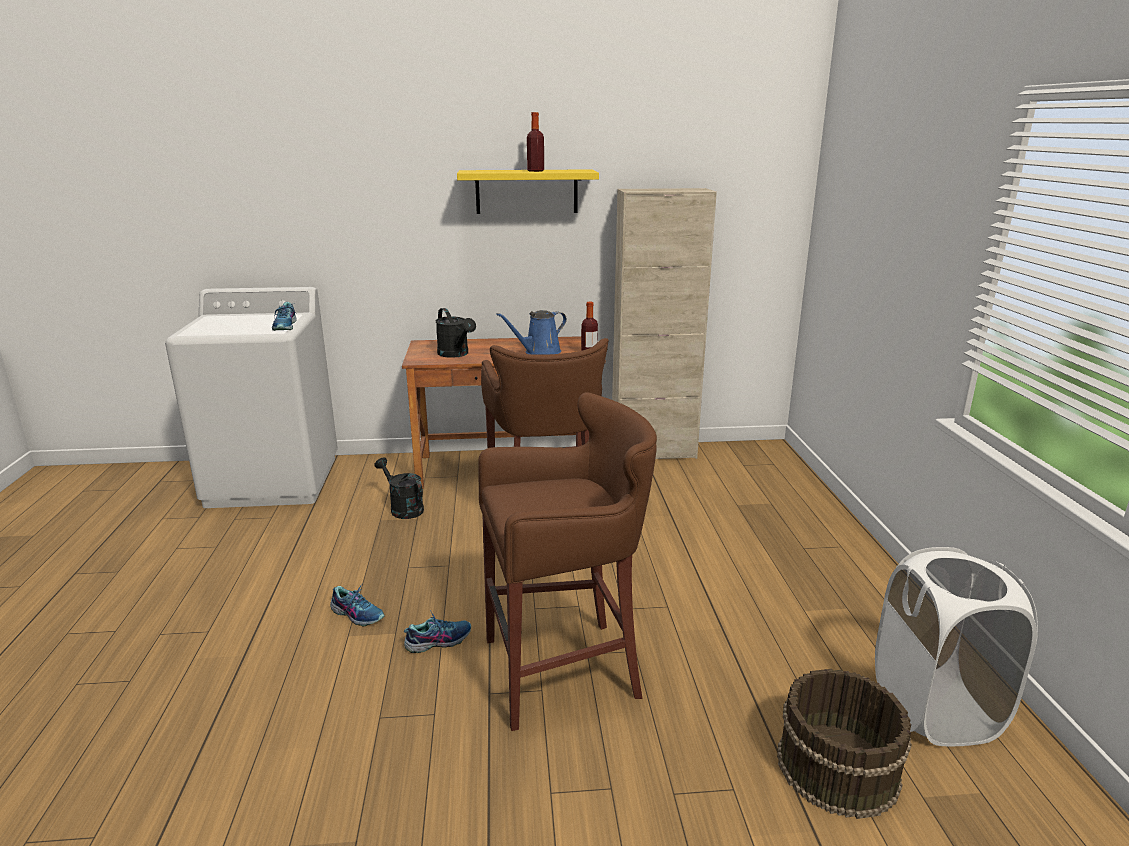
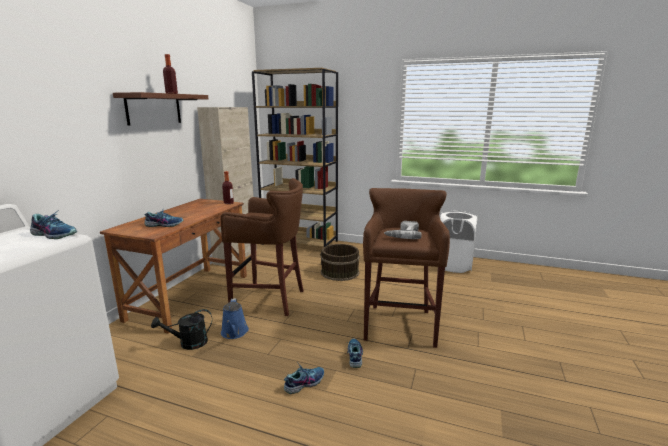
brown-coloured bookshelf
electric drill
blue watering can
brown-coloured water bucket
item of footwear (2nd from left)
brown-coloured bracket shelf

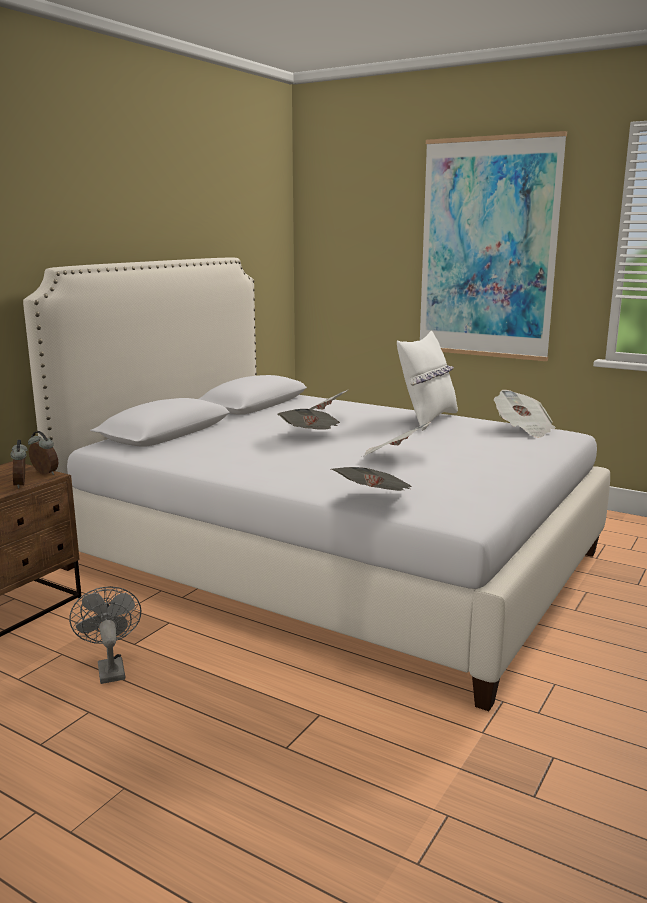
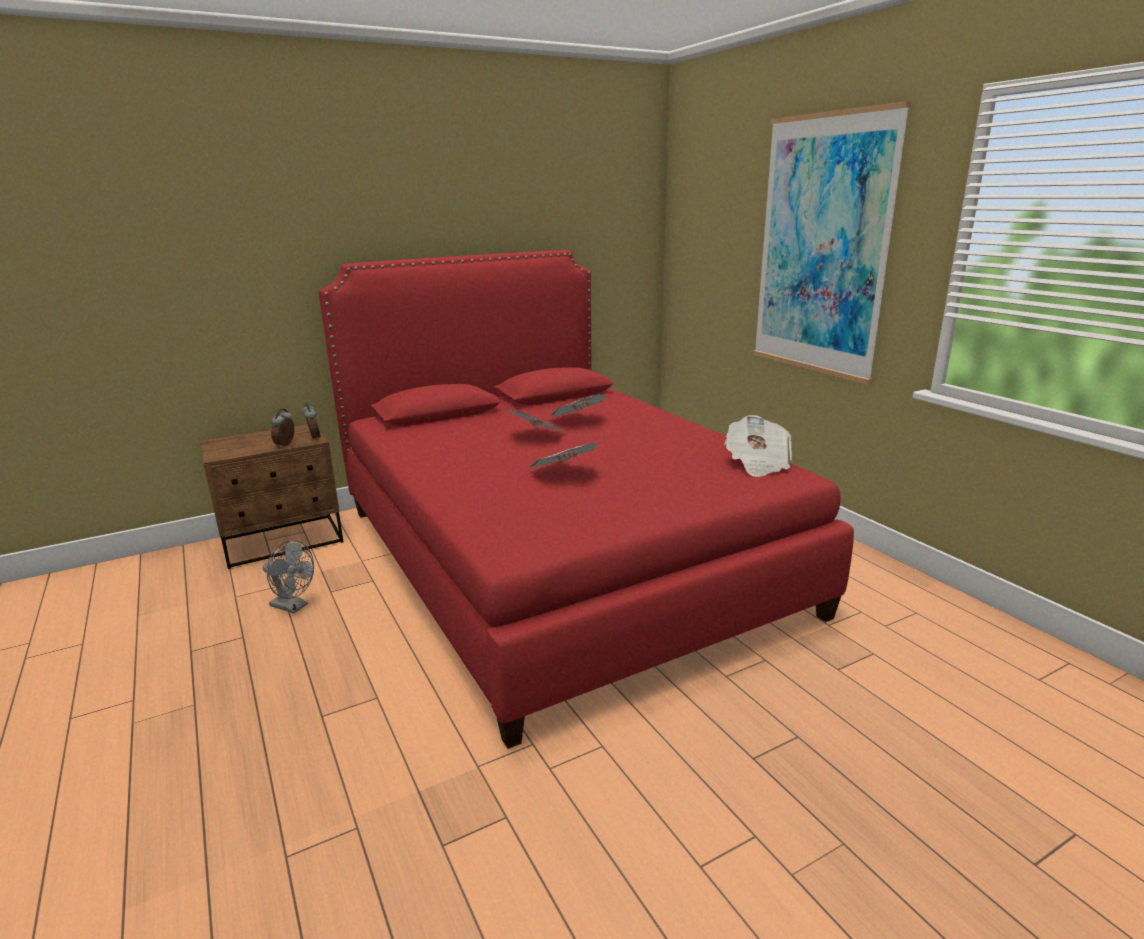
printed paper (3rd from left in the first image)
white-coloured cushion
red-coloured sleeping bed
gray electric fan

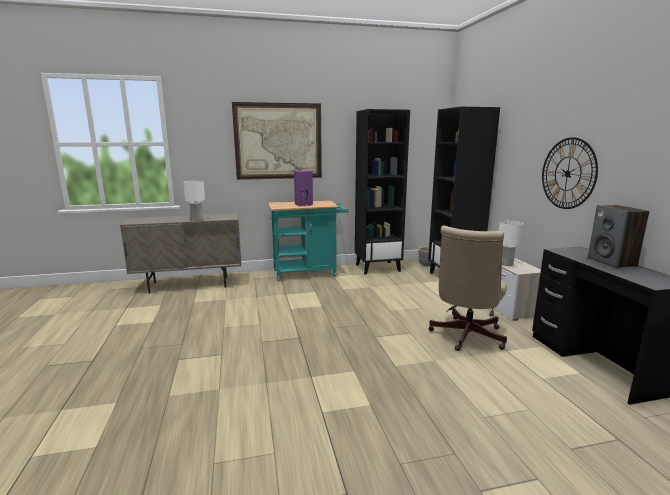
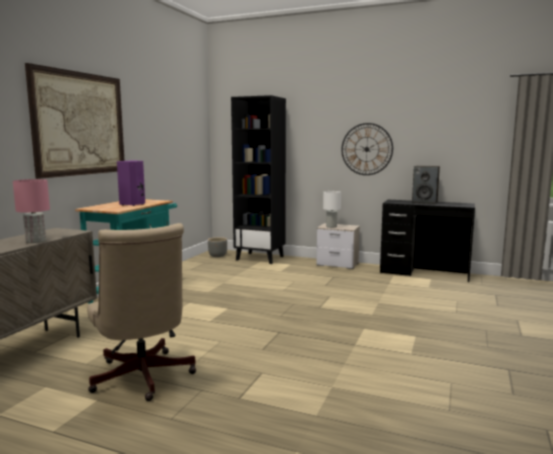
black bookshelf (1st from left in the first image)
sand-coloured office chair
pink table lamp

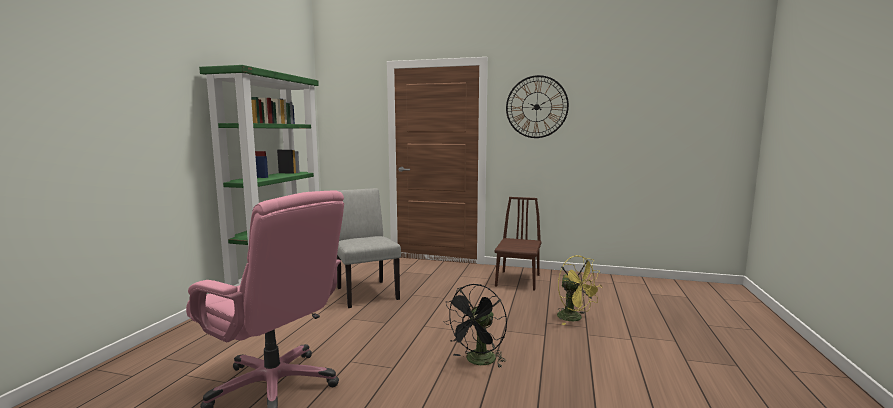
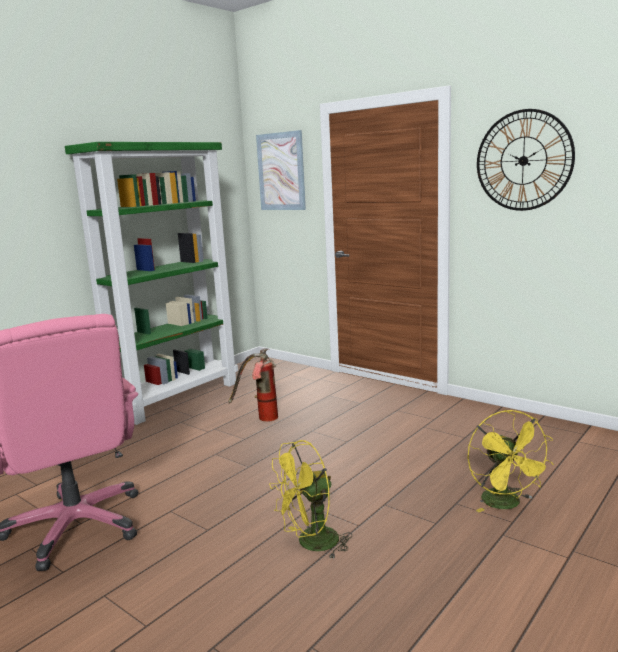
brown-coloured plain chair
wall art
fire extinguisher
yellowish electric fan (1st from left)

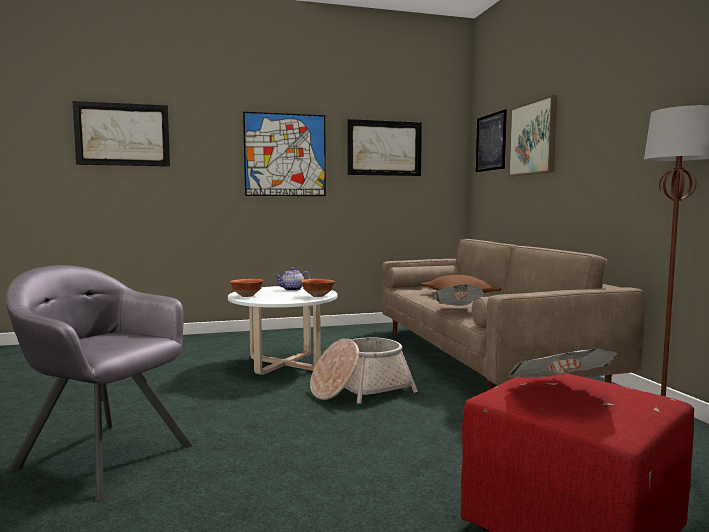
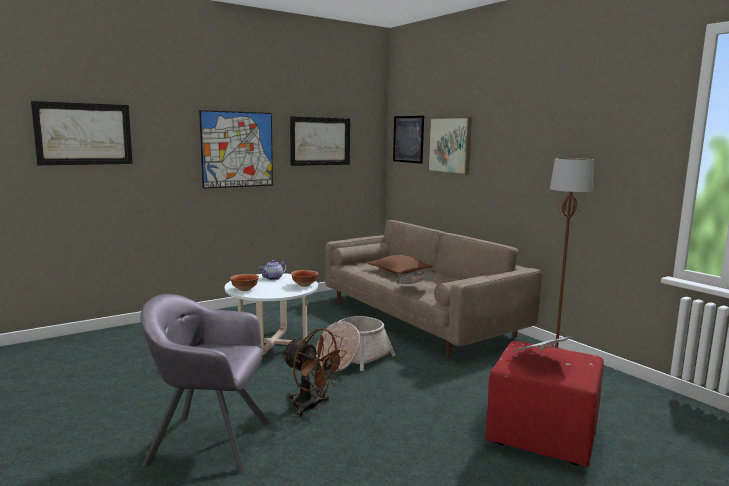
brown-coloured electric fan

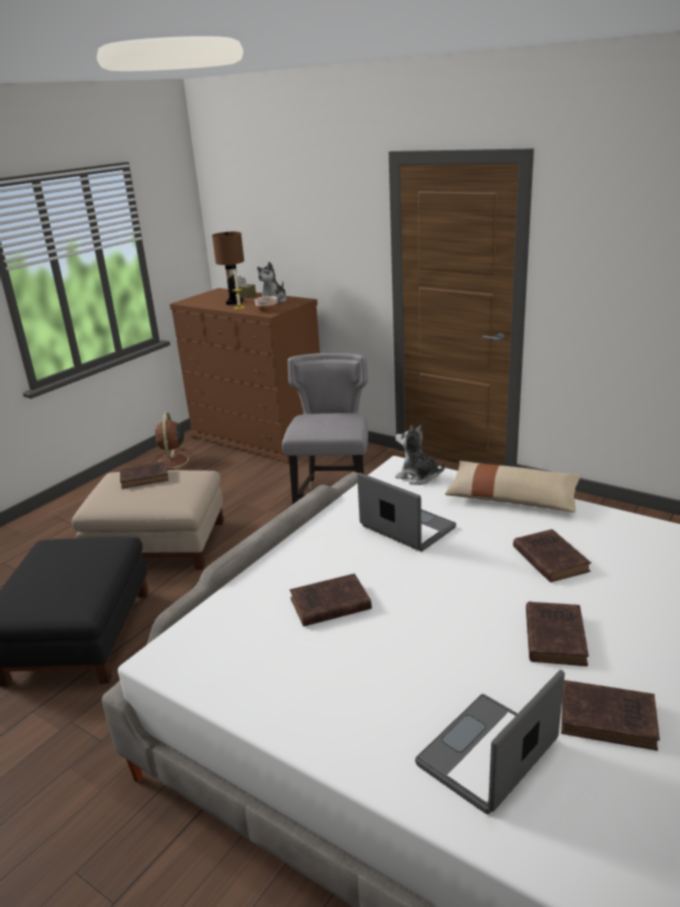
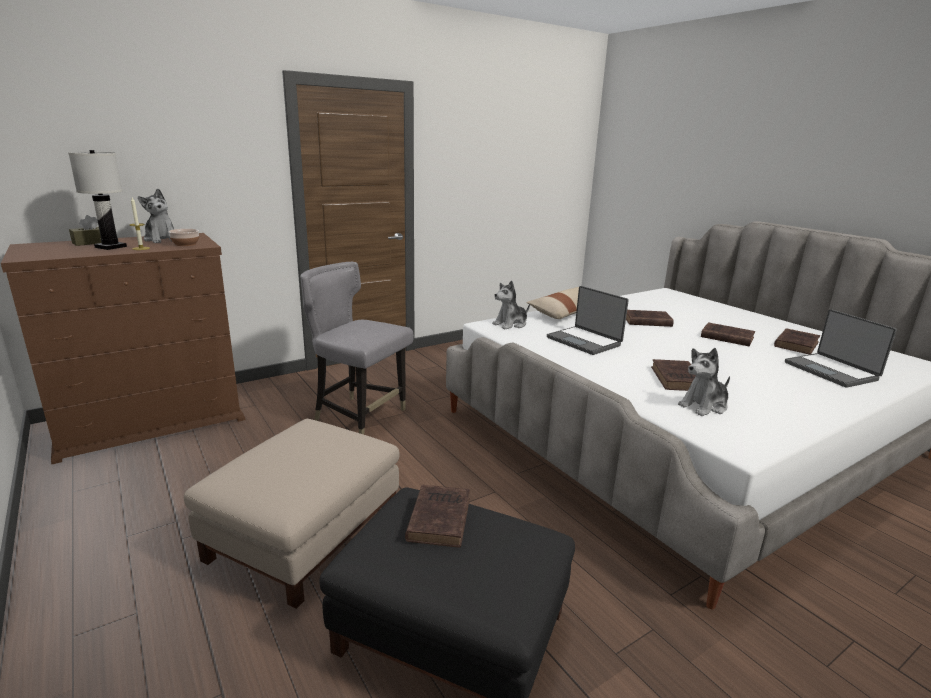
brown-coloured electric fan
cuddly toy (3rd from left)
brown-coloured book (1st from left)
white-coloured table lamp
notebook computer (1st from left)

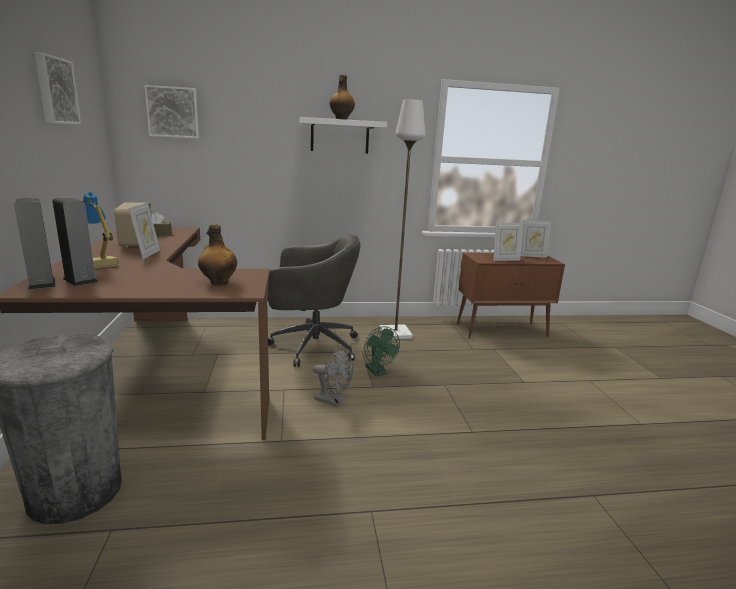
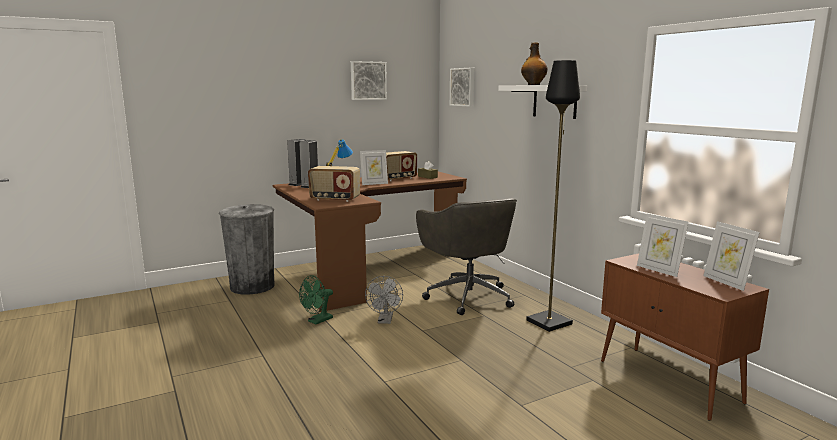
green electric fan
radio (1st from left)
black standard lamp

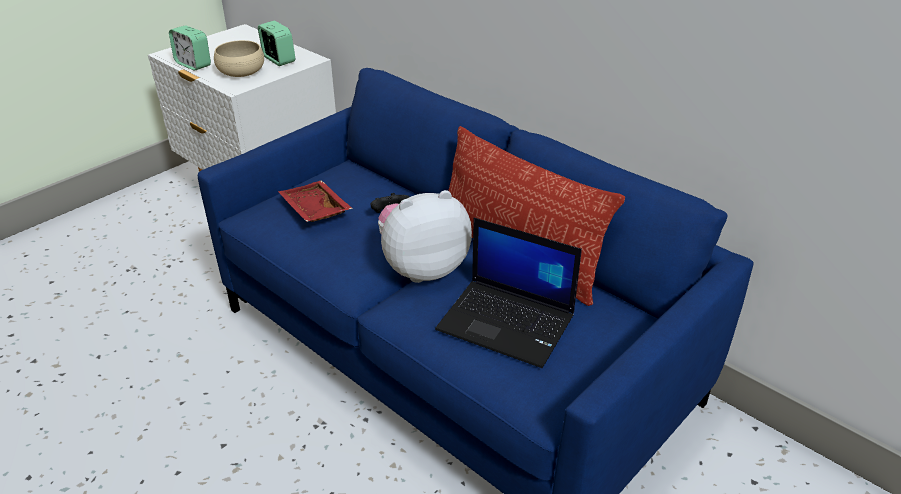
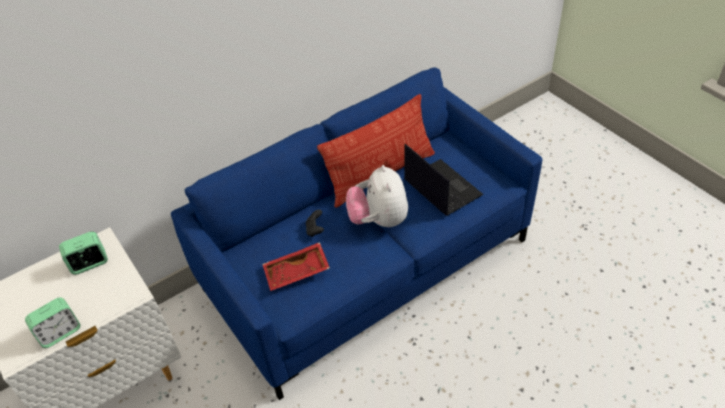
sand-coloured serving bowl
notebook computer

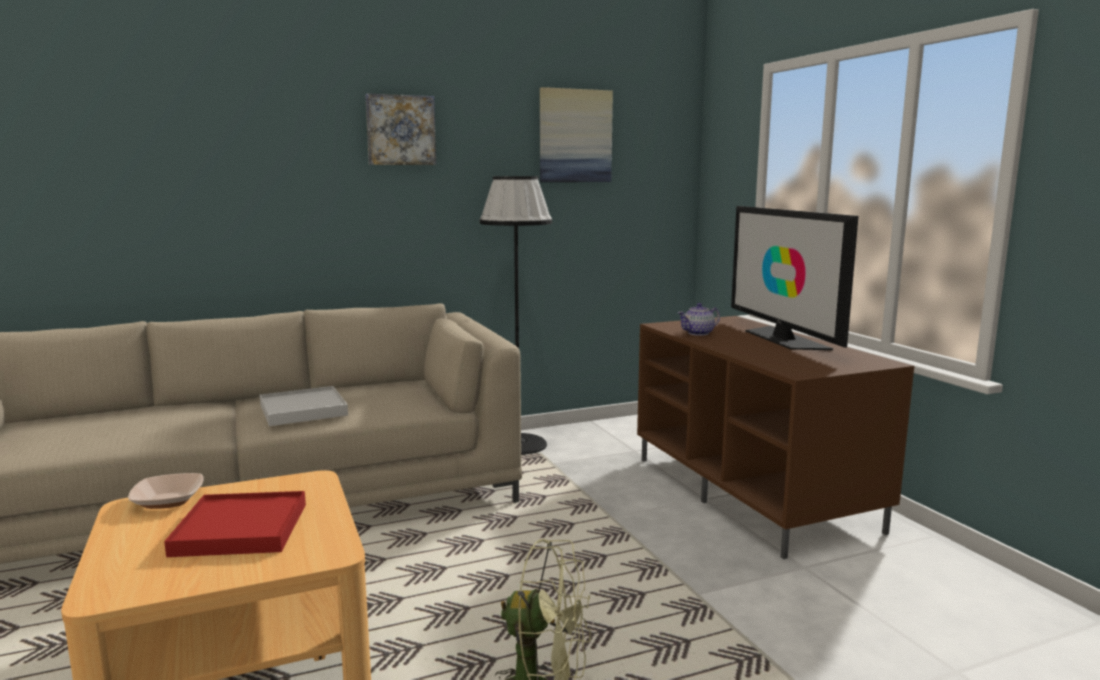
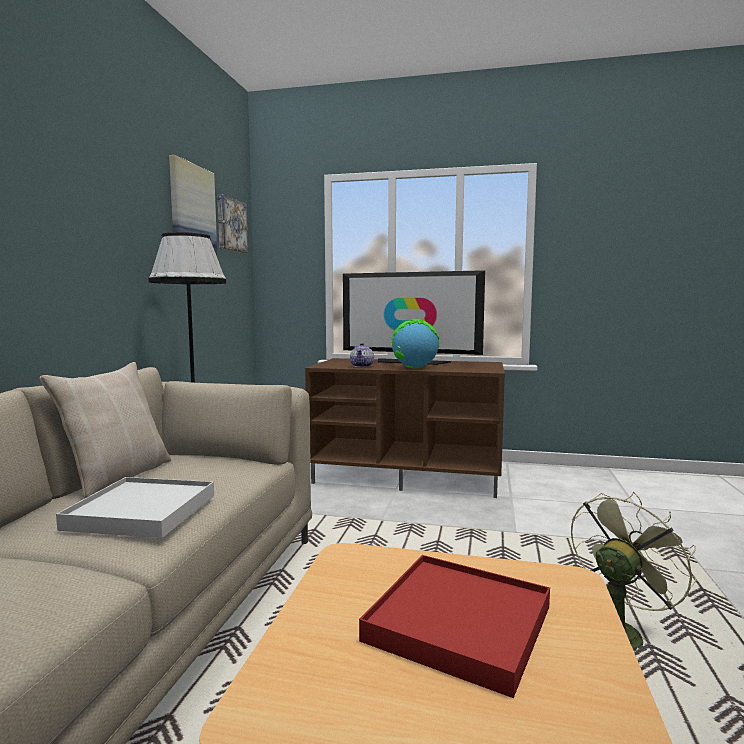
serving bowl
sand-coloured cushion
globe
wall art (2nd from left)

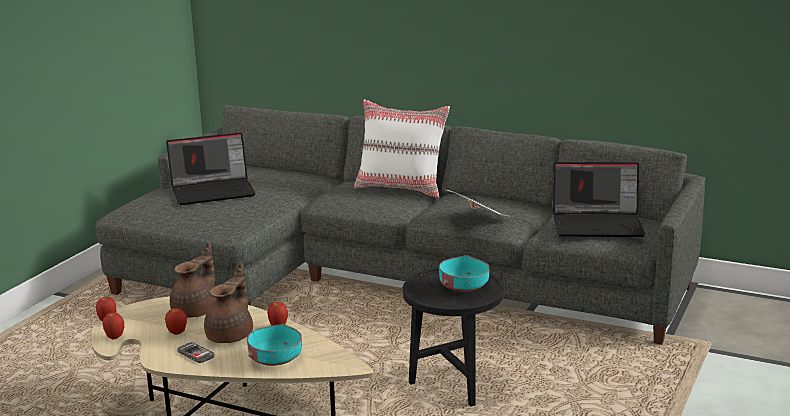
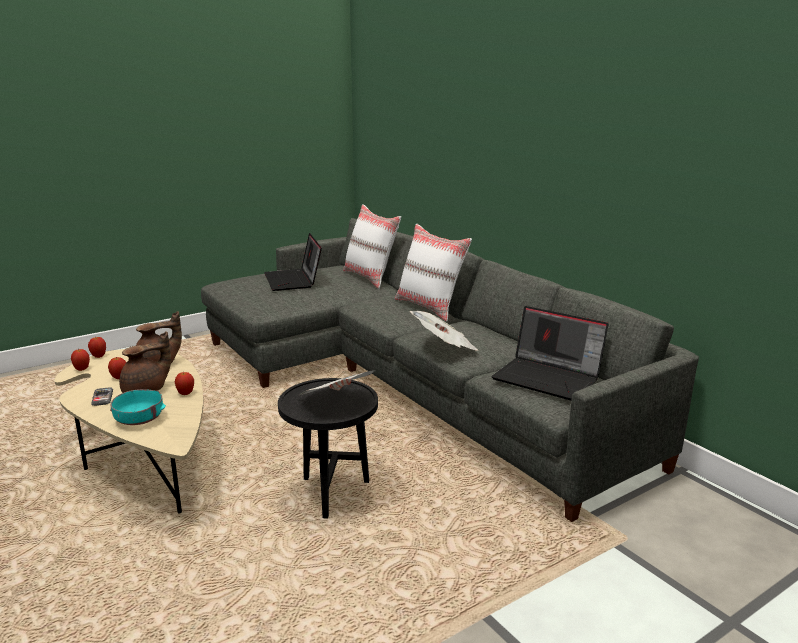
white-coloured cushion (1st from left)
printed paper (1st from left)
notebook computer (1st from left)

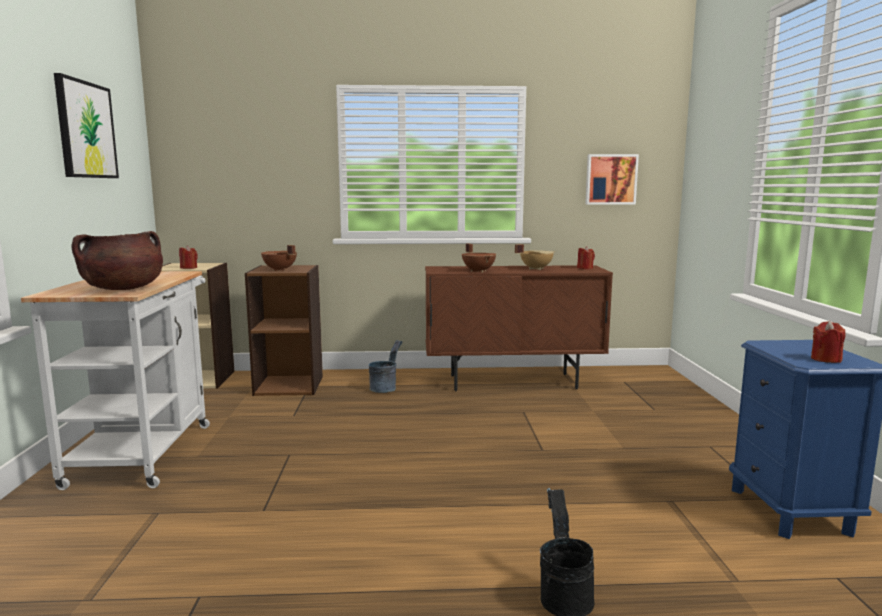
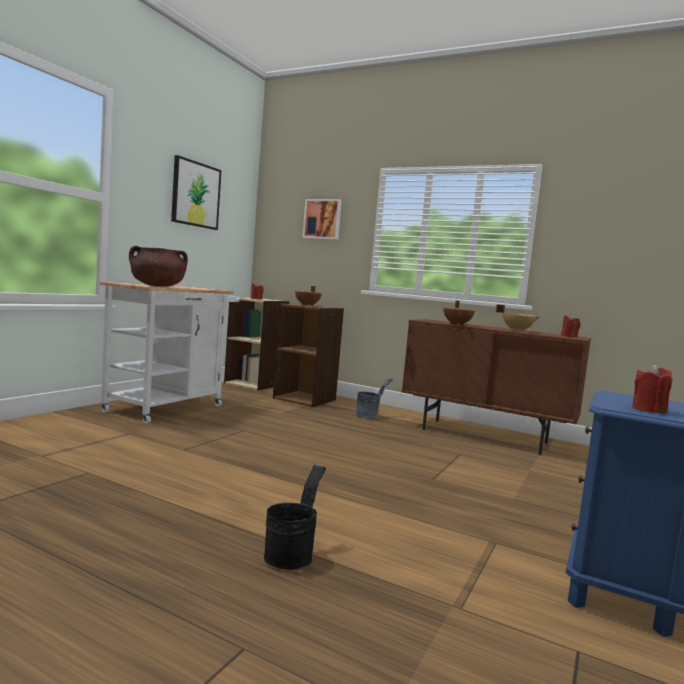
wall art (2nd from left)

